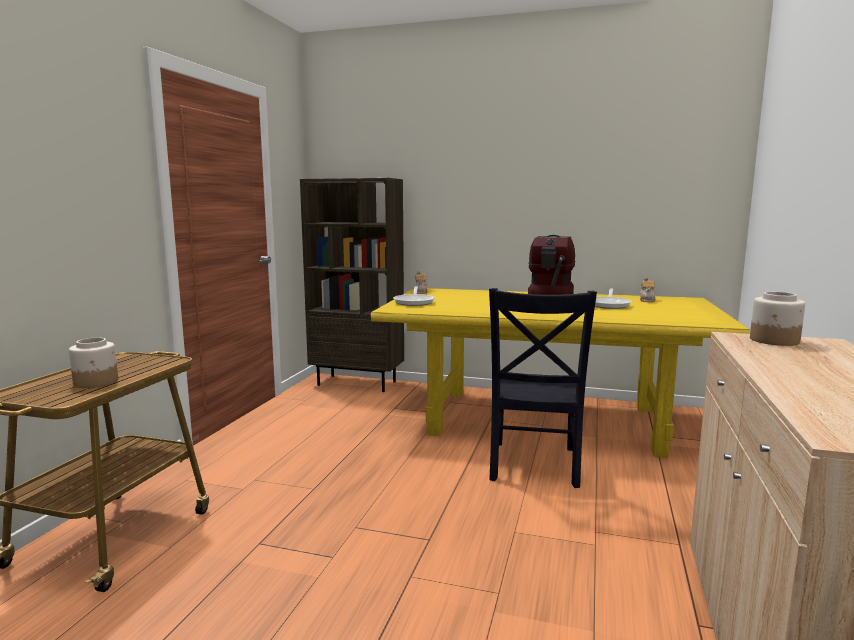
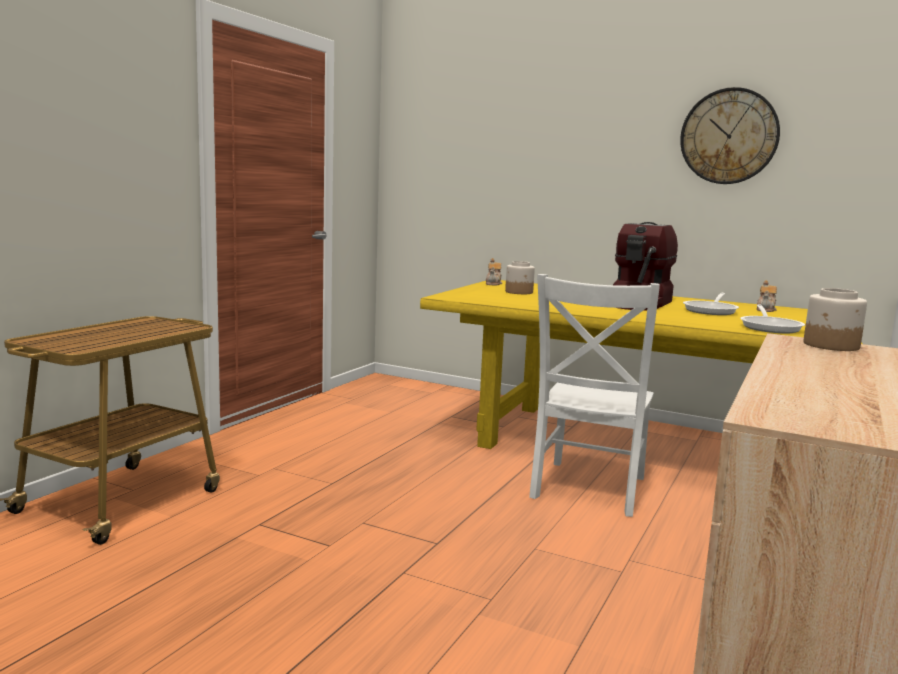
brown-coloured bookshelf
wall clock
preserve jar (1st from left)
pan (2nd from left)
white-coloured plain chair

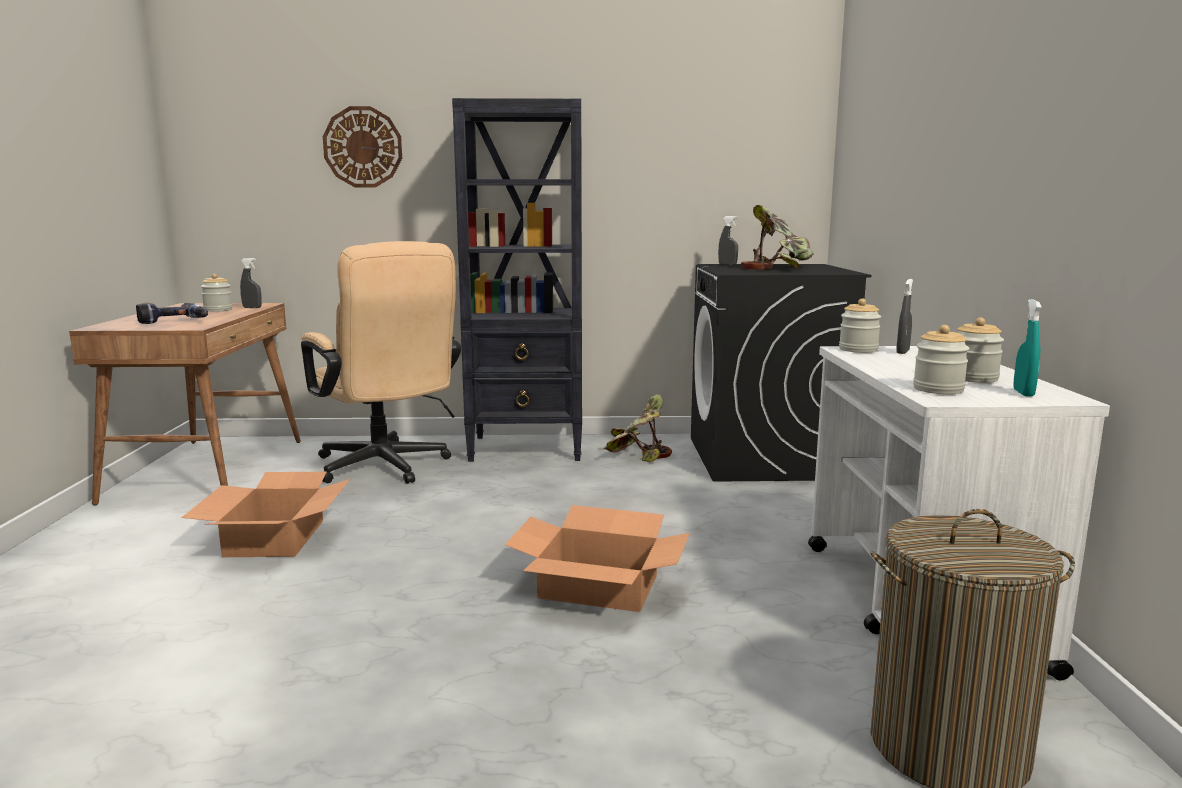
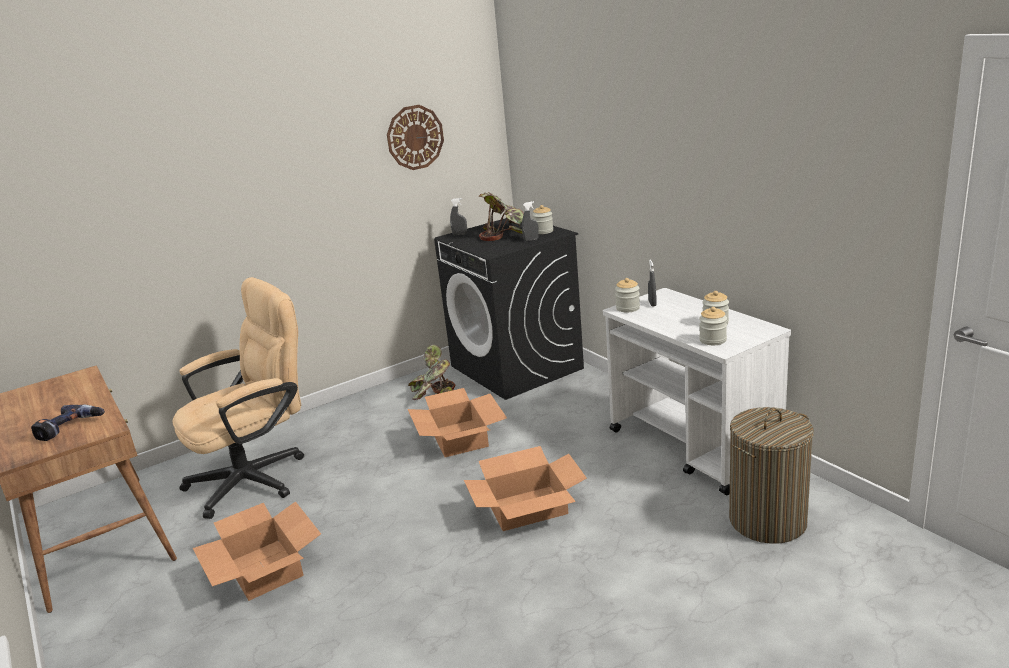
black bookshelf
blue-green hand sprayer
cardboard box (2nd from left)
preserve jar (1st from left)
gray hand sprayer (2nd from left)
wall clock
sand-coloured office chair

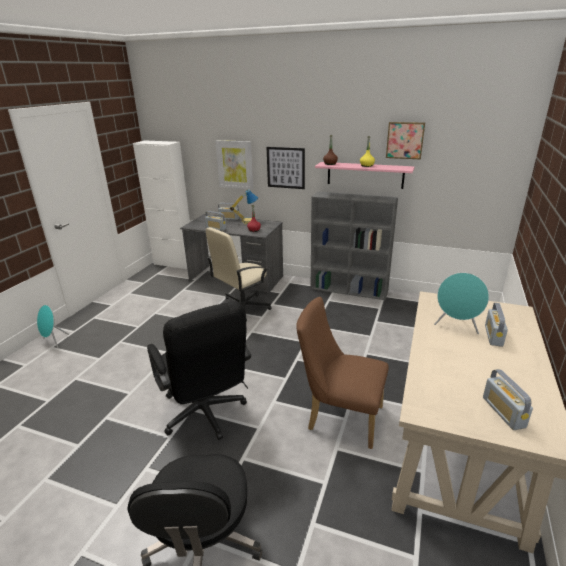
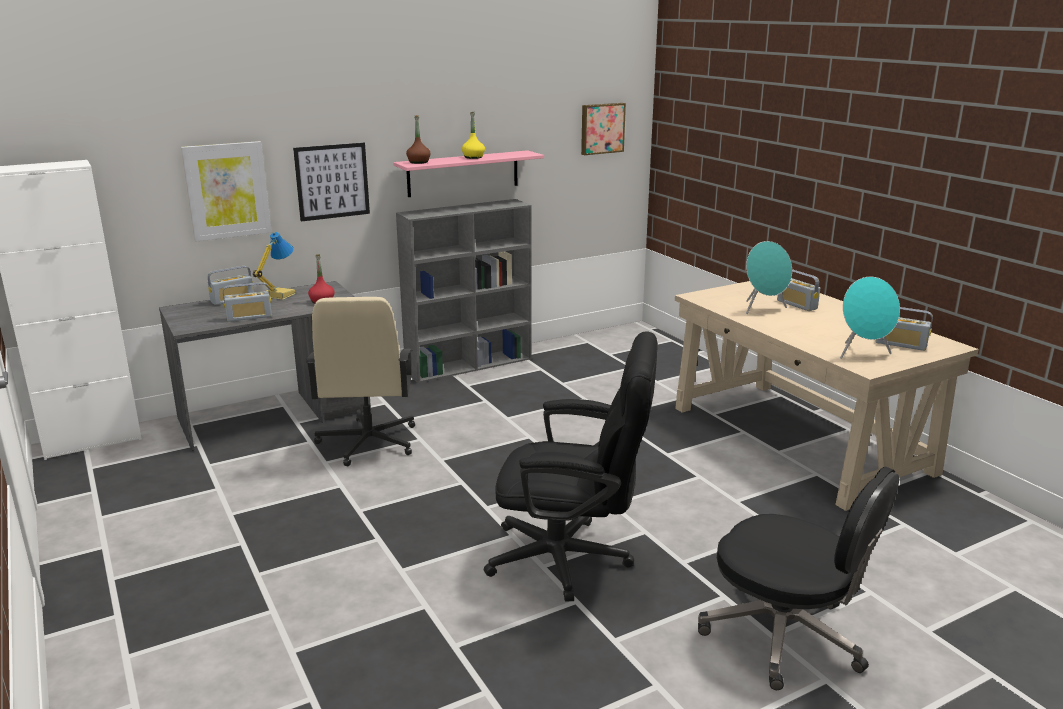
brown-coloured plain chair
blue-green speaker (2nd from left)
wall art (3rd from left)

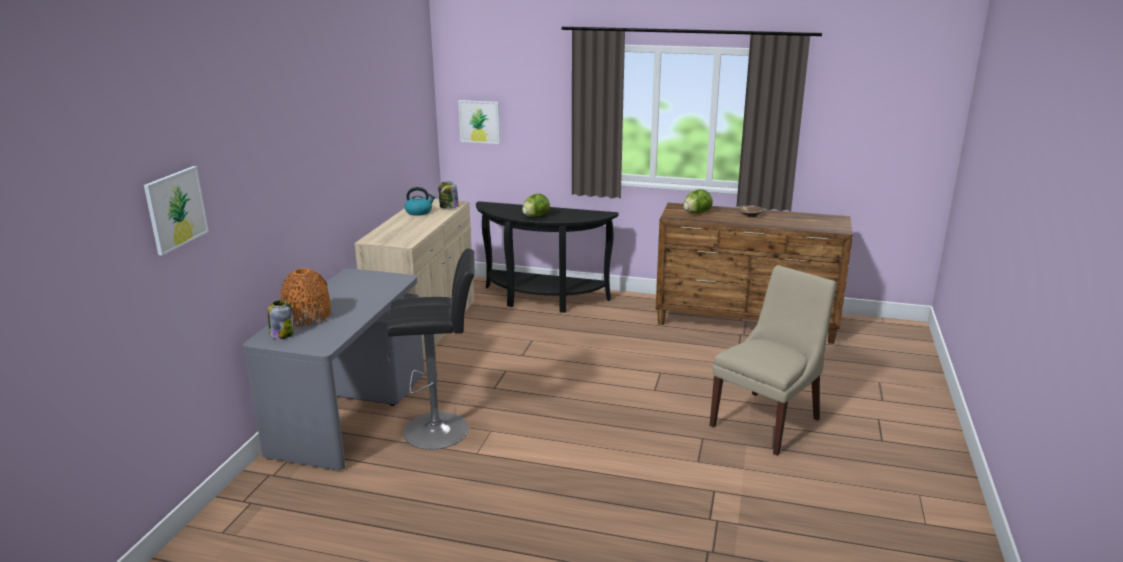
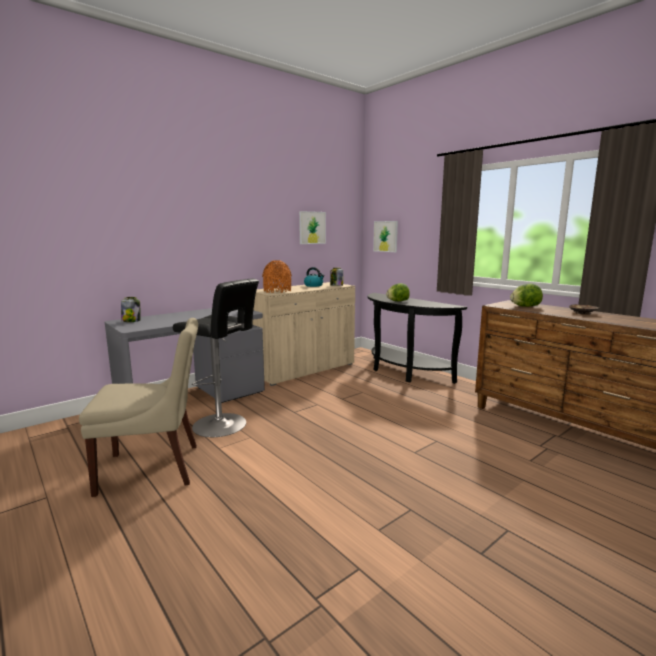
wall art (1st from left)
orangey decorative vase
sand-coloured plain chair

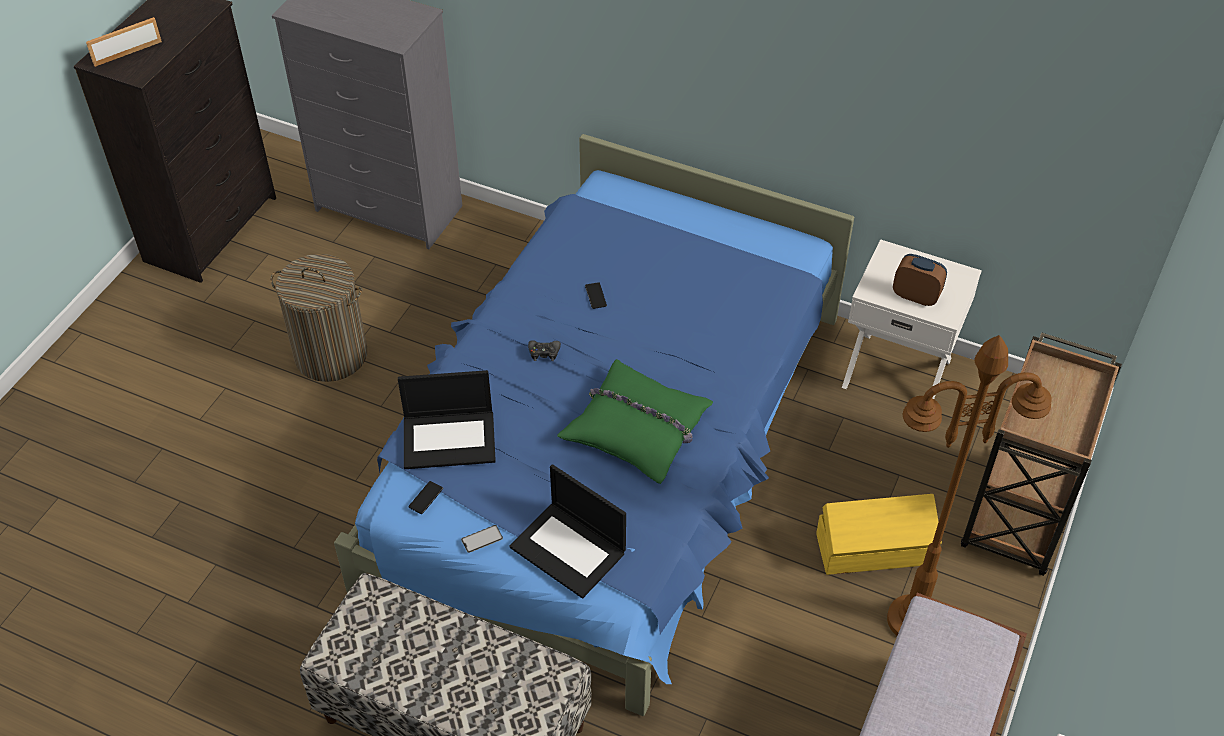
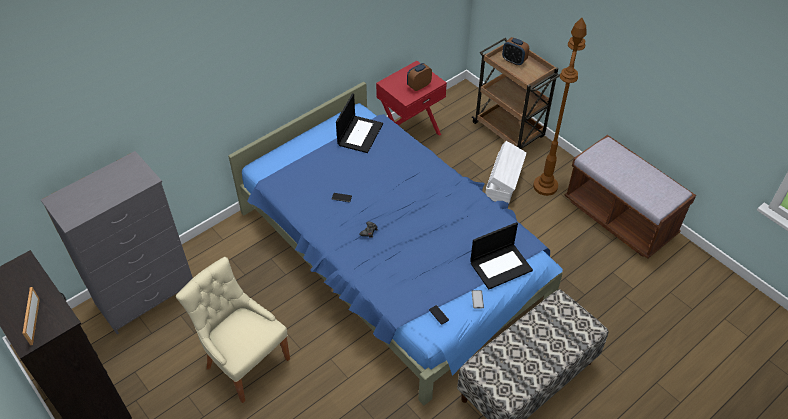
green cushion
table clock (2nd from left)
notebook computer (1st from left)
sand-coloured plain chair
white-coloured storage box
red-coloured night table

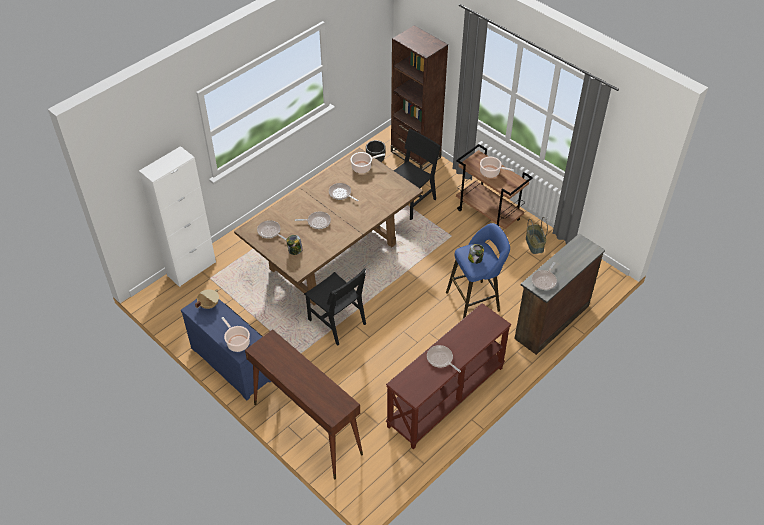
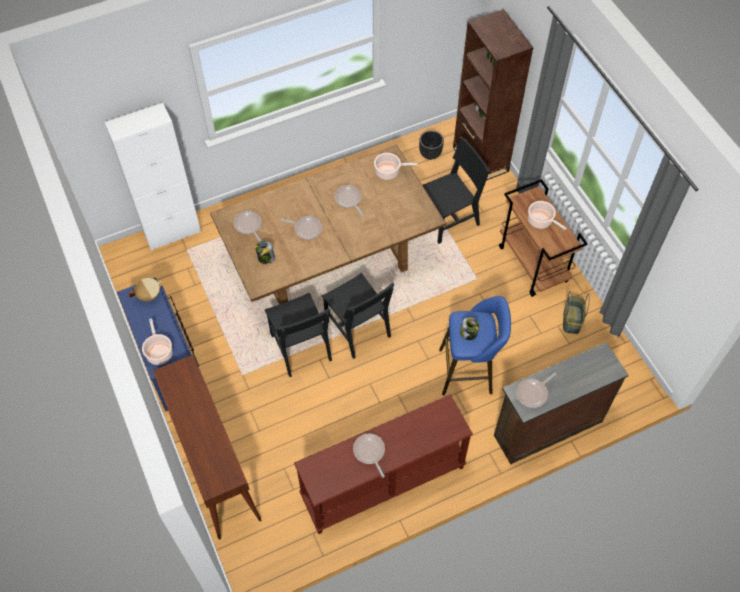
black plain chair (2nd from left)

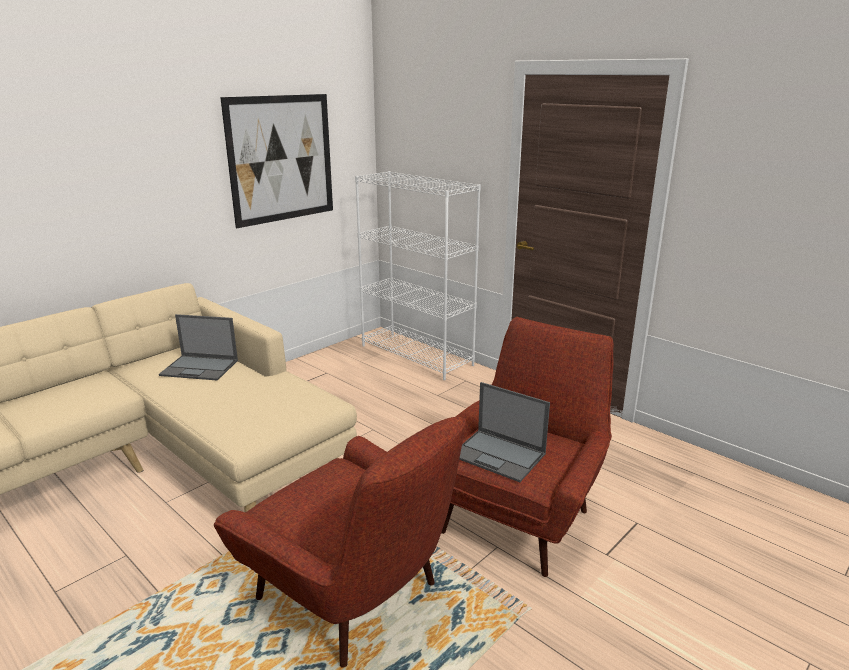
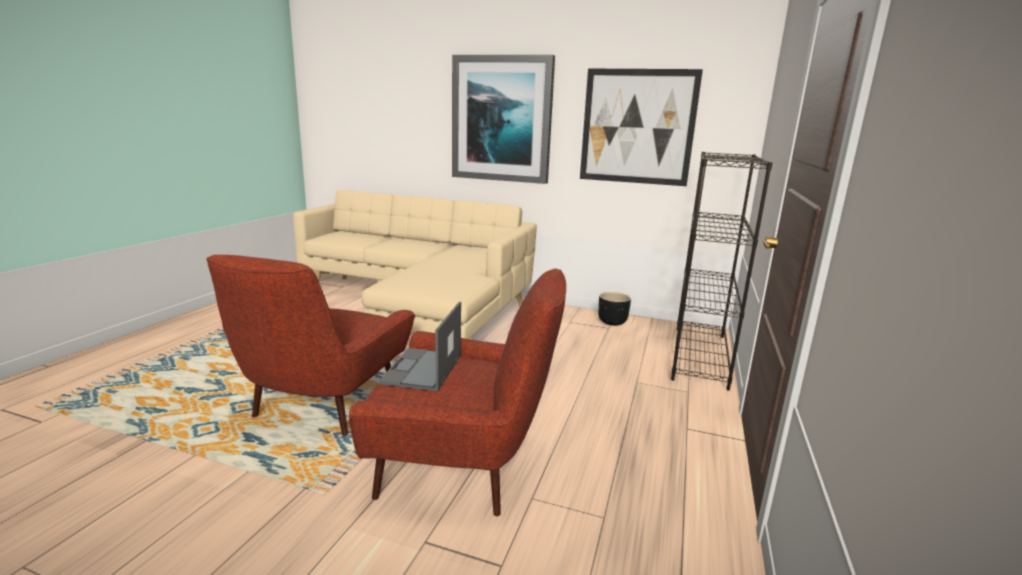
notebook computer (1st from left in the first image)
wall art (1st from left)
black flower pot
black bookshelf

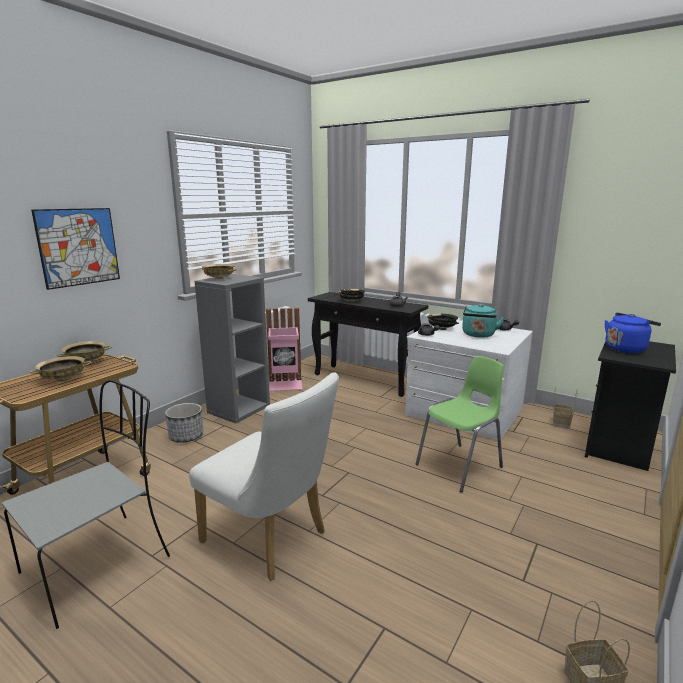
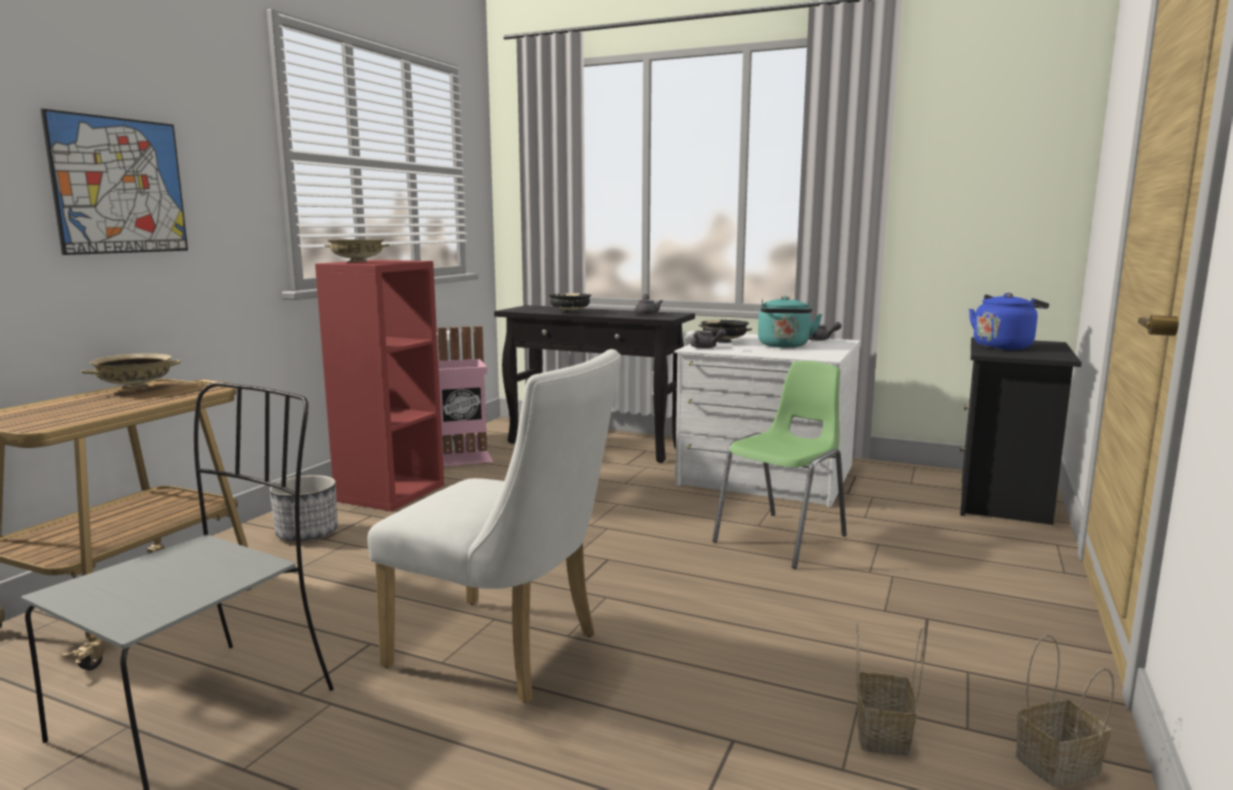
sand-coloured serving bowl (1st from left in the first image)
basket (1st from left)
red-coloured bookshelf

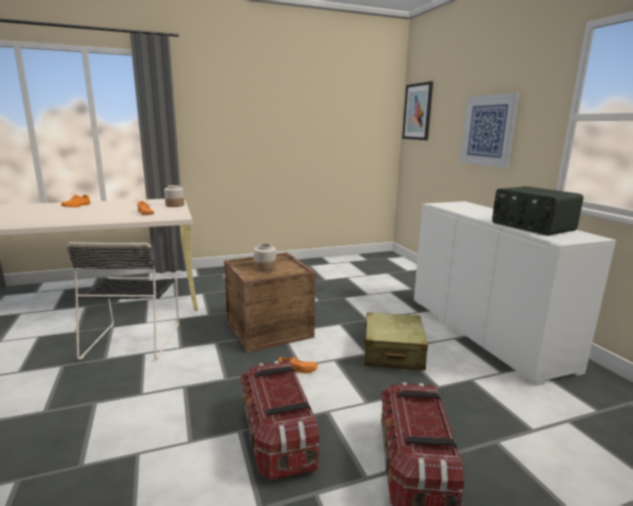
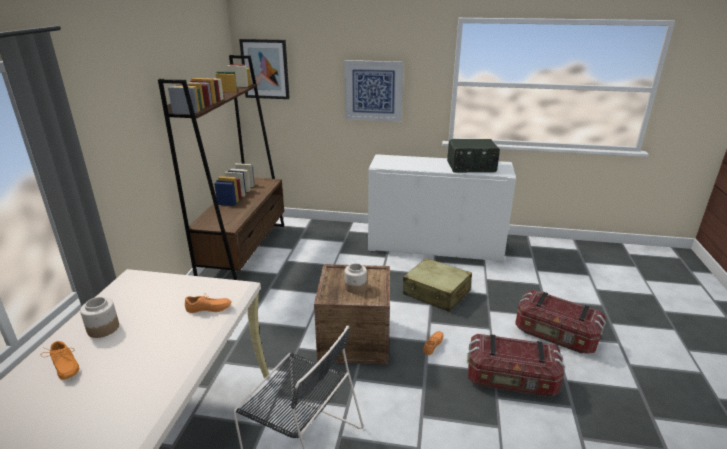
brown-coloured bookshelf
preserve jar (1st from left)

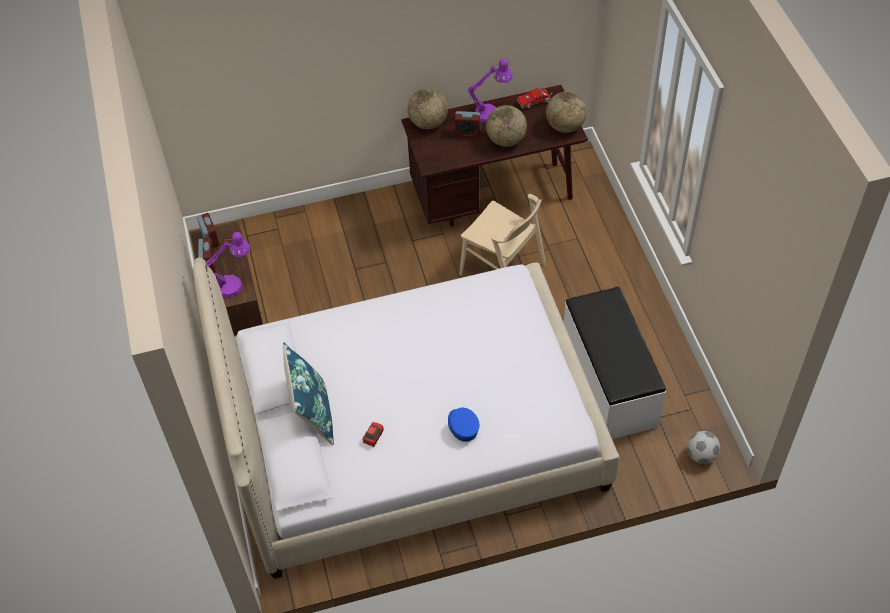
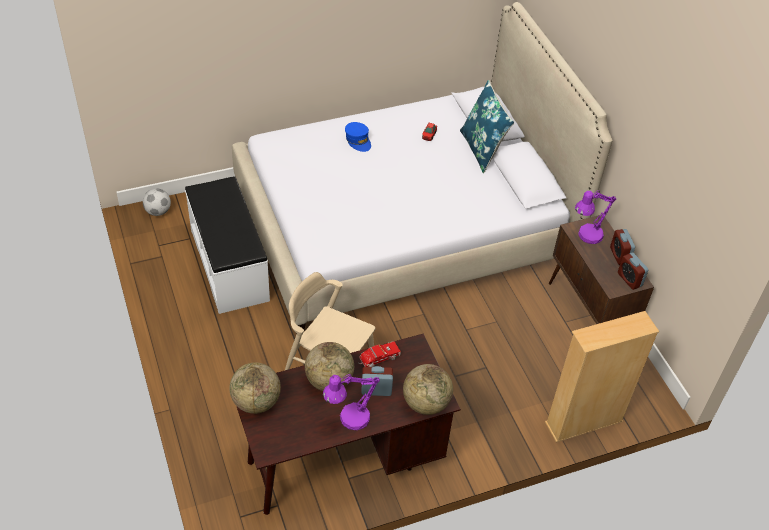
sand-coloured bookshelf
model truck

